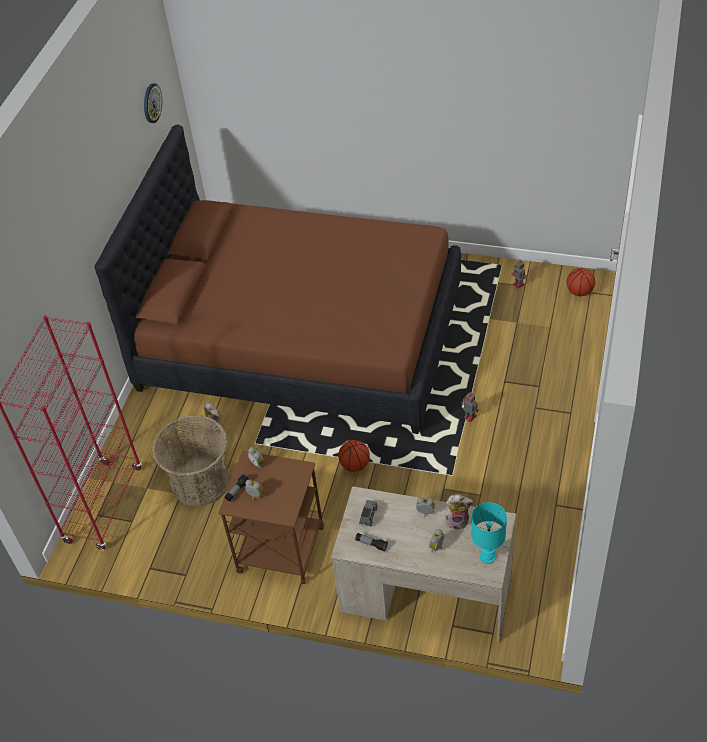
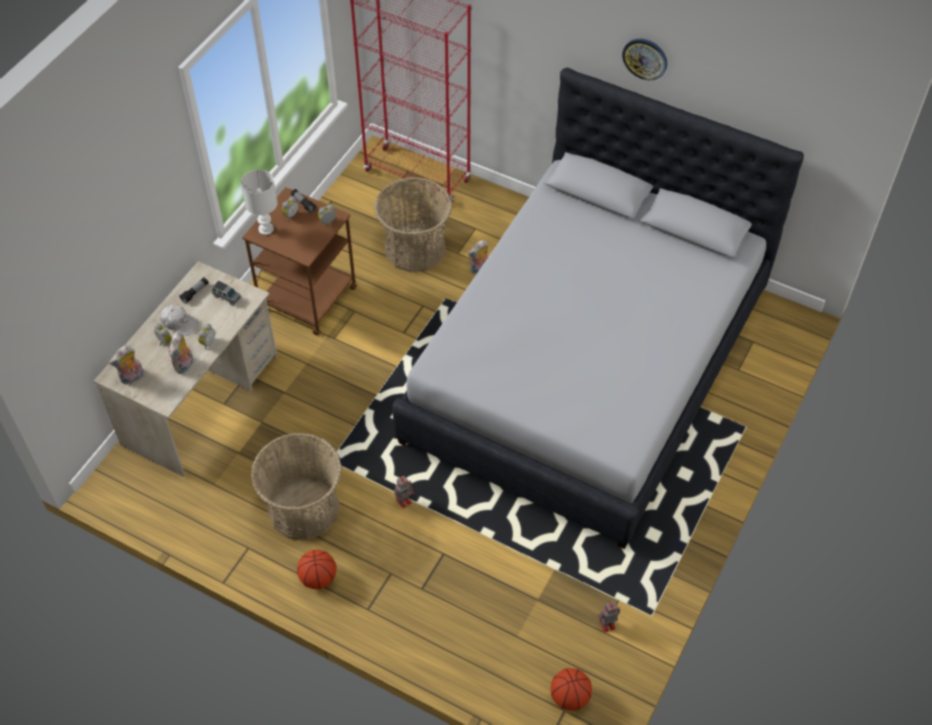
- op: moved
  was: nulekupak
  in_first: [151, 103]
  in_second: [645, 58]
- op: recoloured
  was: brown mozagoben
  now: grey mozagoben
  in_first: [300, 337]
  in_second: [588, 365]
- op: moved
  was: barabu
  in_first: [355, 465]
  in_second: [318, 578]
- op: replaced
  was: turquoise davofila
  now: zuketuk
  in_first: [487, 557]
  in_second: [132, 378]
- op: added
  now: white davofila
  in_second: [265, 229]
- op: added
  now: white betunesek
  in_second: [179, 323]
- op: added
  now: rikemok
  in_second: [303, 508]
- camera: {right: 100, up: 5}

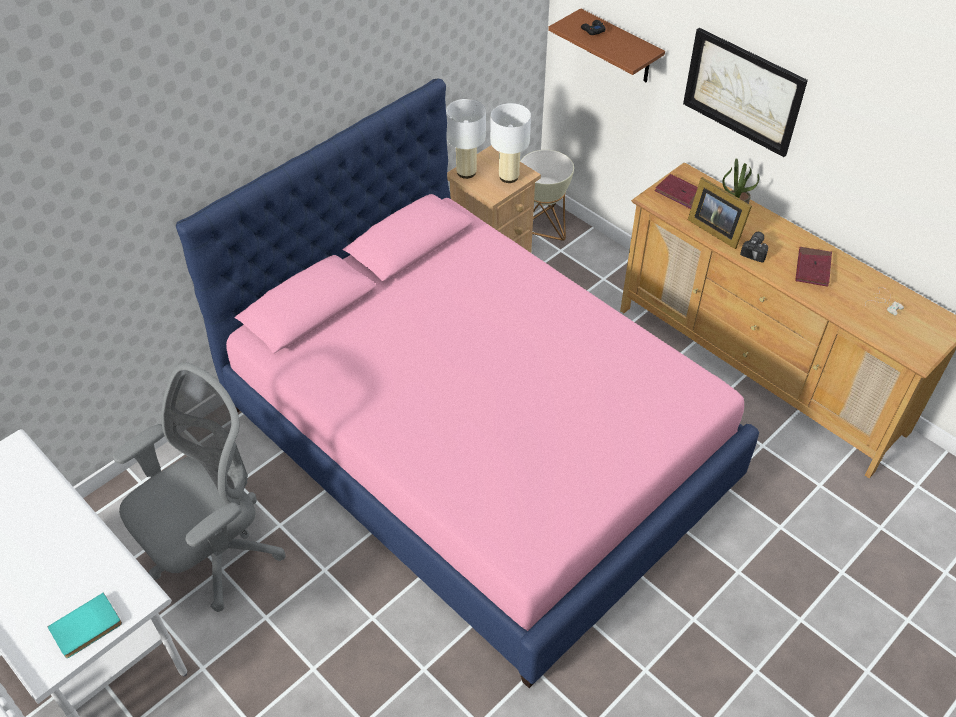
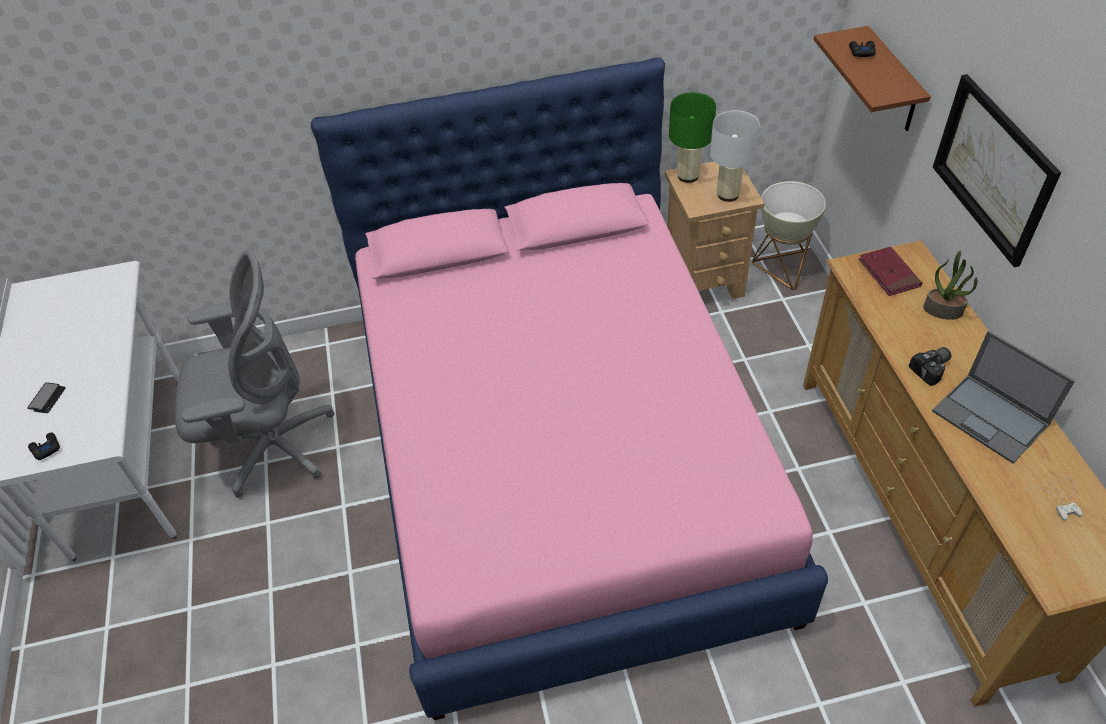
- op: recoloured
  was: white davofila
  now: green davofila
  in_first: [466, 172]
  in_second: [688, 175]
- op: removed
  was: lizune
  in_first: [714, 229]
- op: replaced
  was: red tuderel
  now: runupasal
  in_first: [812, 268]
  in_second: [991, 418]
- op: replaced
  was: turquoise tuderel
  now: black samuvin
  in_first: [87, 628]
  in_second: [46, 448]
- op: added
  now: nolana
  in_second: [47, 398]
- camera: {right: 35, up: 0}

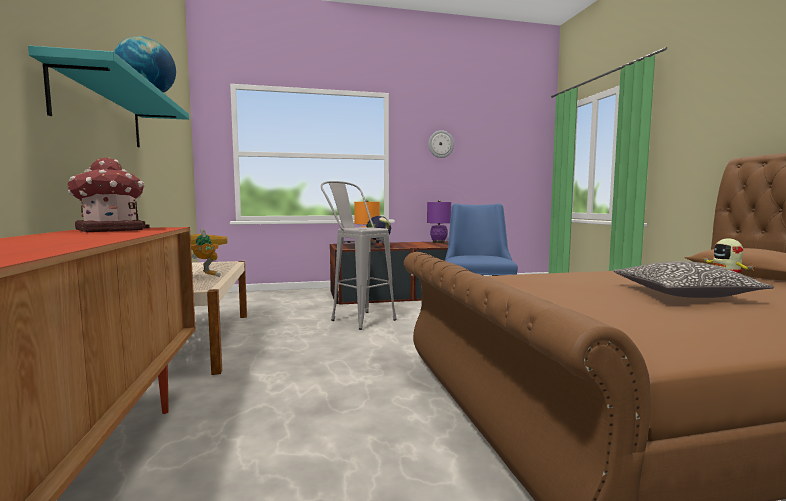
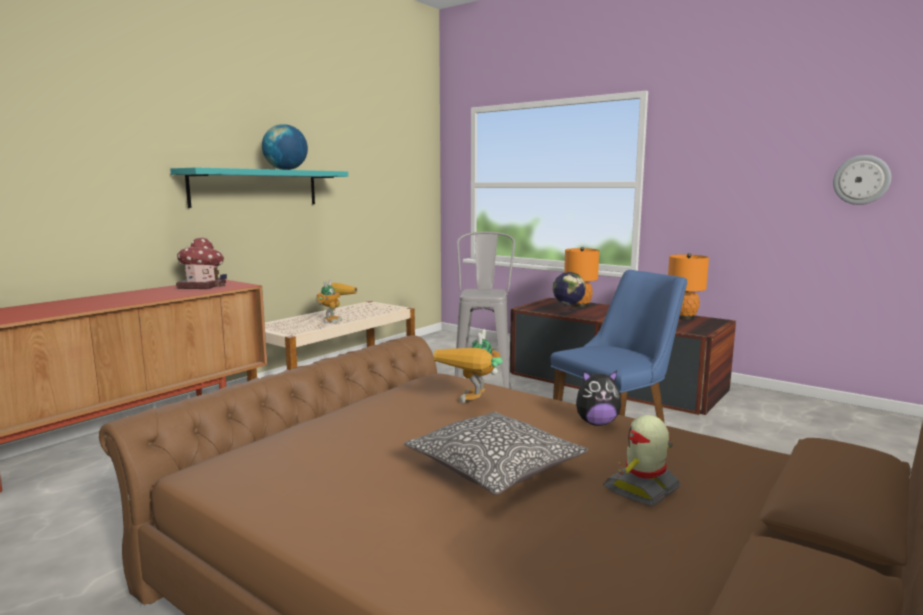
- op: moved
  was: nulekupak
  in_first: [440, 144]
  in_second: [861, 180]
- op: recoloured
  was: purple davofila
  now: orange davofila
  in_first: [438, 242]
  in_second: [684, 317]
- op: added
  now: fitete
  in_second: [474, 404]
- op: added
  now: zuketuk
  in_second: [596, 423]
- camera: {right: 50, up: 5}

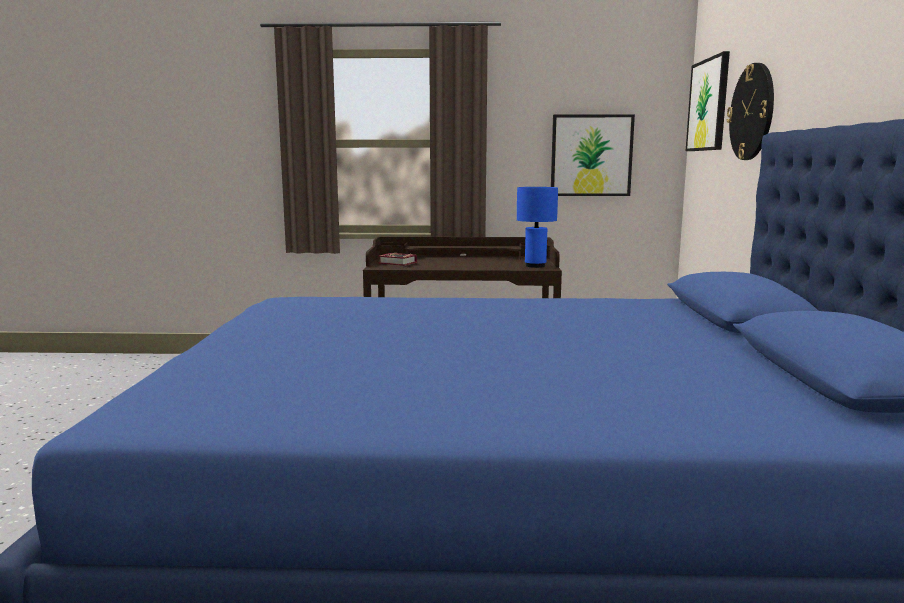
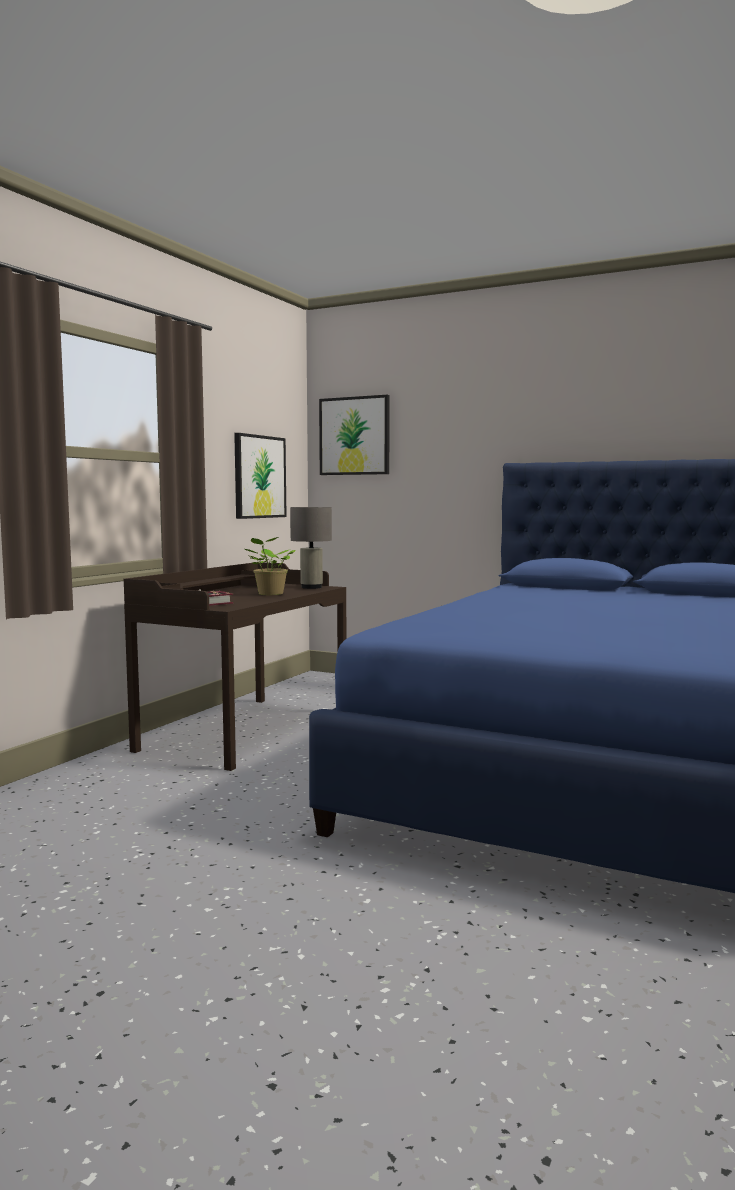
- op: removed
  was: nulekupak
  in_first: [752, 112]
- op: recoloured
  was: blue davofila
  now: grey davofila
  in_first: [534, 266]
  in_second: [311, 587]
- op: added
  now: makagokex
  in_second: [269, 594]
- camera: {right: -65, up: -5}

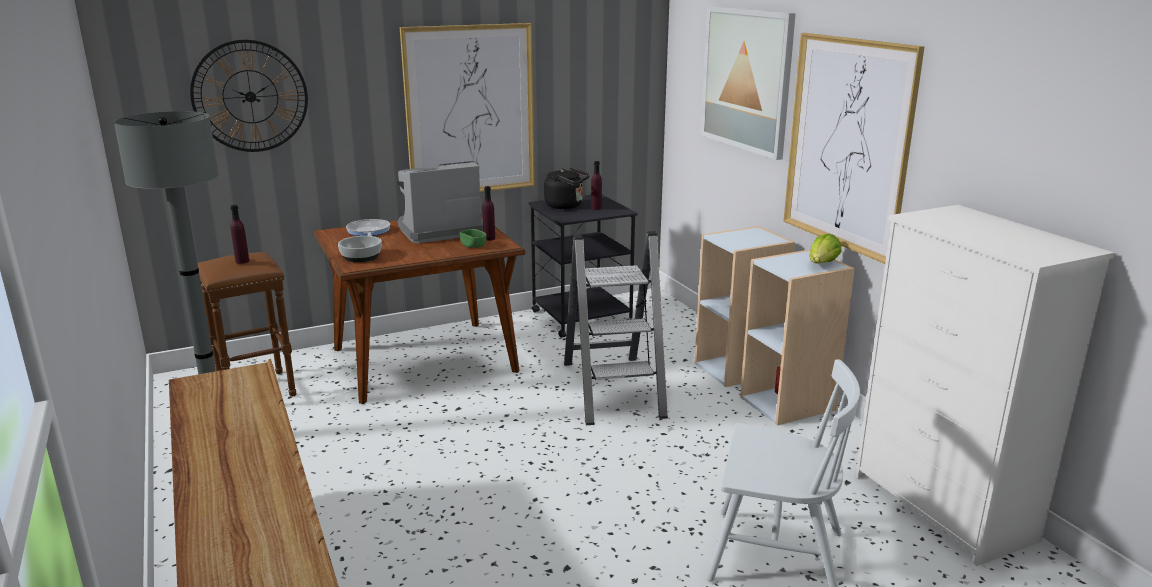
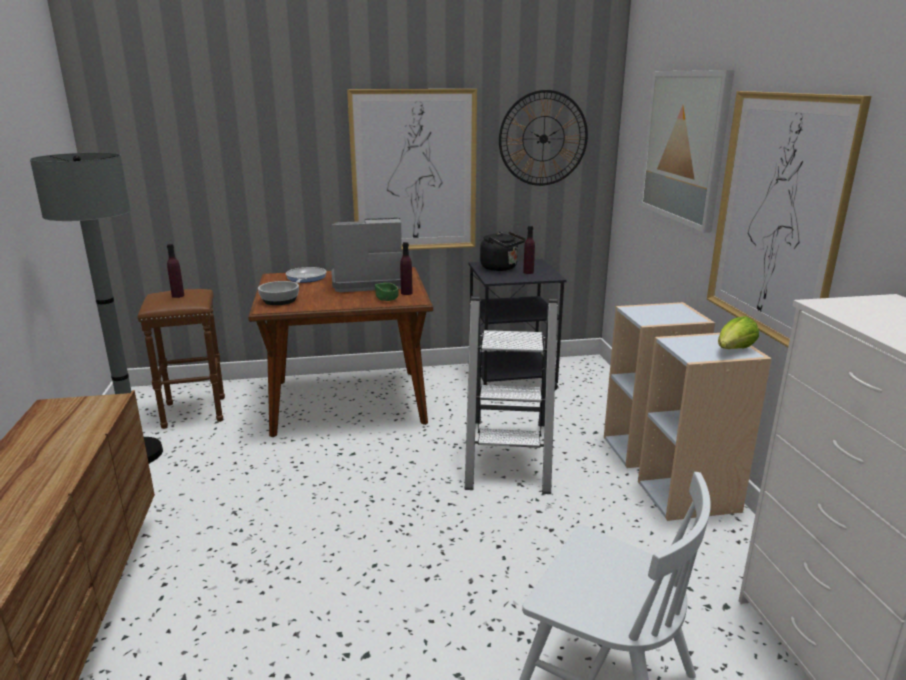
- op: moved
  was: nulekupak
  in_first: [250, 96]
  in_second: [543, 138]
- camera: {right: 15, up: 0}

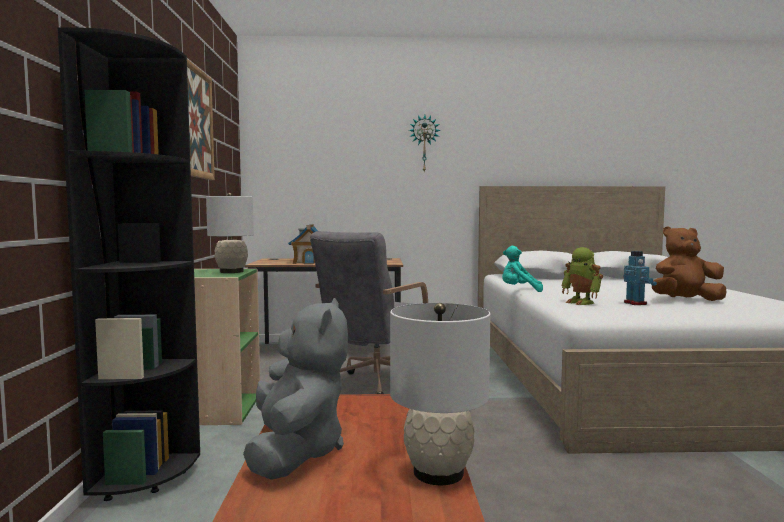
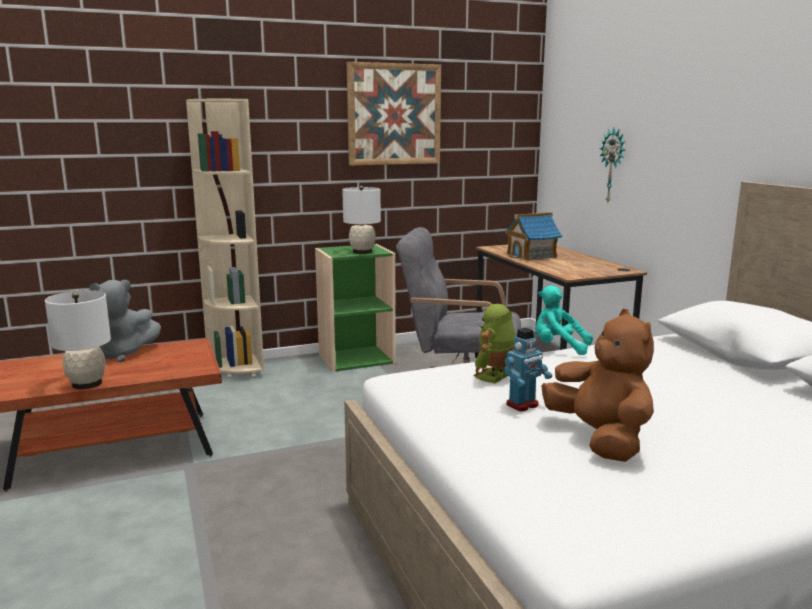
- op: recoloured
  was: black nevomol
  now: beige nevomol
  in_first: [145, 483]
  in_second: [237, 371]
- op: moved
  was: nulekupak
  in_first: [424, 143]
  in_second: [613, 166]
- op: turned
  was: turquoise zuketuk
  in_first: [519, 290]
  in_second: [558, 347]
  clockwise: -60
- camera: {right: 70, up: 10}

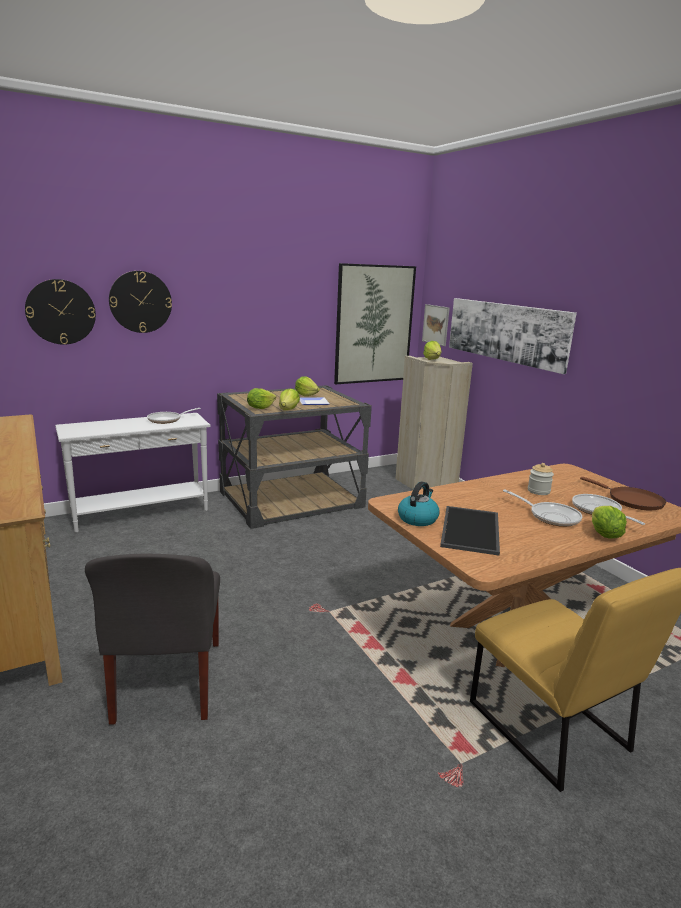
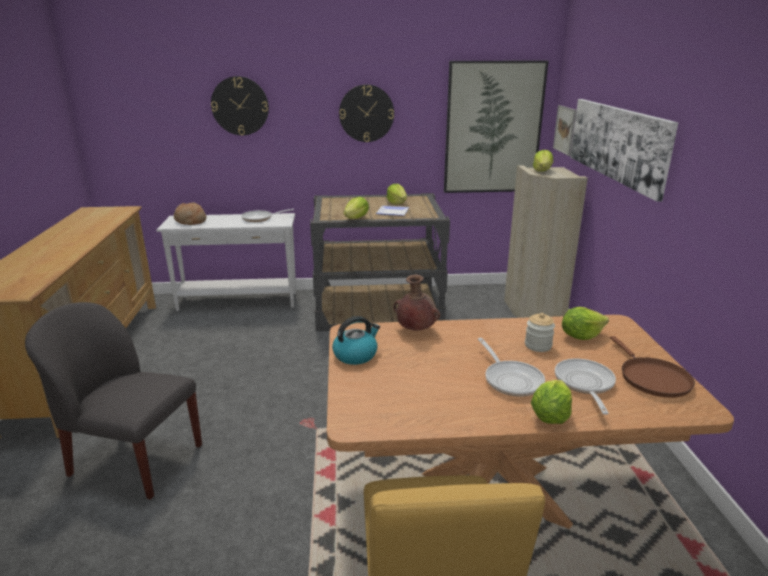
- op: moved
  was: nulekupak
  in_first: [61, 312]
  in_second: [366, 113]
- op: moved
  was: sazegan
  in_first: [260, 408]
  in_second: [581, 336]
- op: removed
  was: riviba
  in_first: [472, 530]
- op: turned
  was: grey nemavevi
  in_first: [167, 683]
  in_second: [134, 460]
  clockwise: 90
- op: added
  now: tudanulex
  in_second: [190, 221]
- op: added
  now: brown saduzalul
  in_second: [415, 330]
- camera: {right: 25, up: 5}

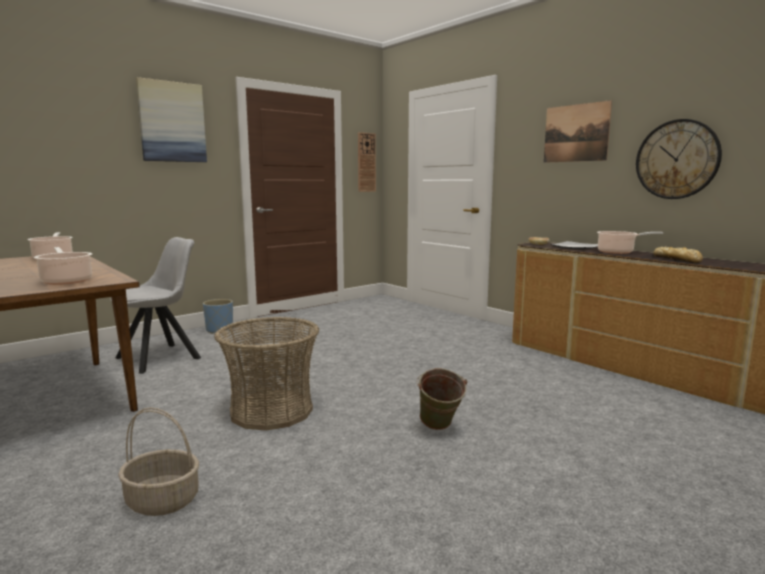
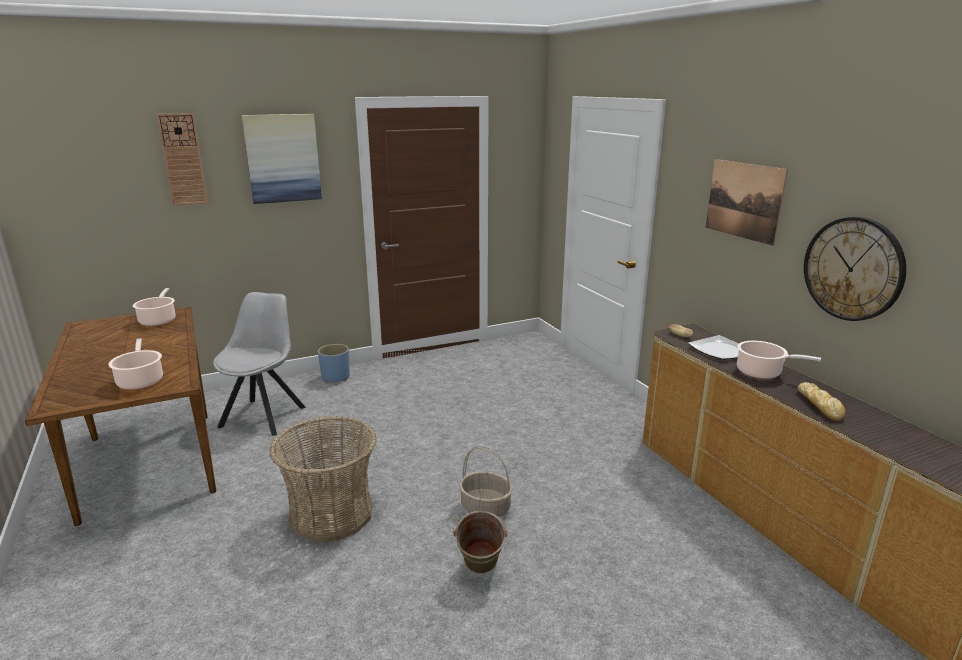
- op: moved
  was: nulekupak
  in_first: [366, 162]
  in_second: [183, 159]
- op: turned
  was: grey nemavevi
  in_first: [160, 357]
  in_second: [264, 415]
  clockwise: -45
- op: moved
  was: rikemok
  in_first: [163, 500]
  in_second: [486, 507]
- camera: {right: 15, up: 10}

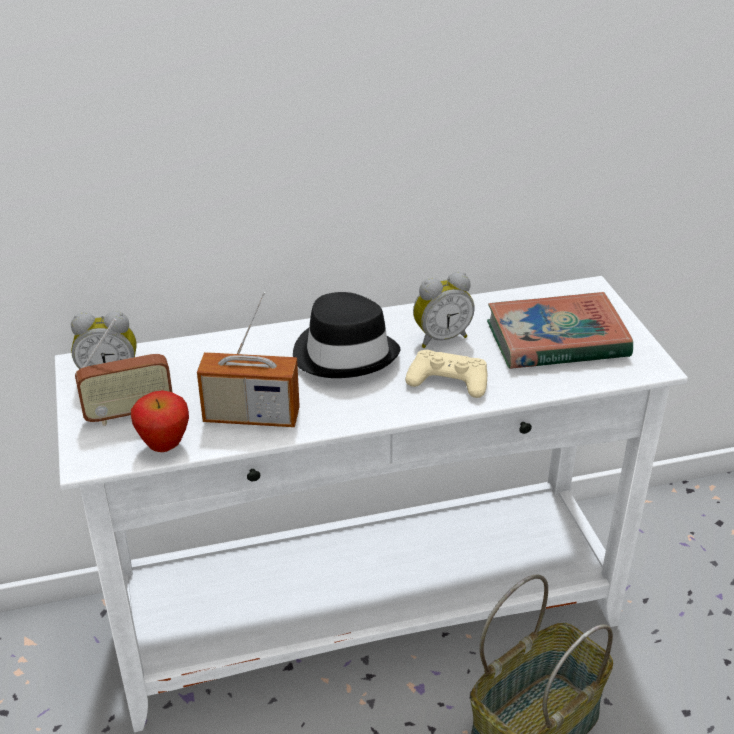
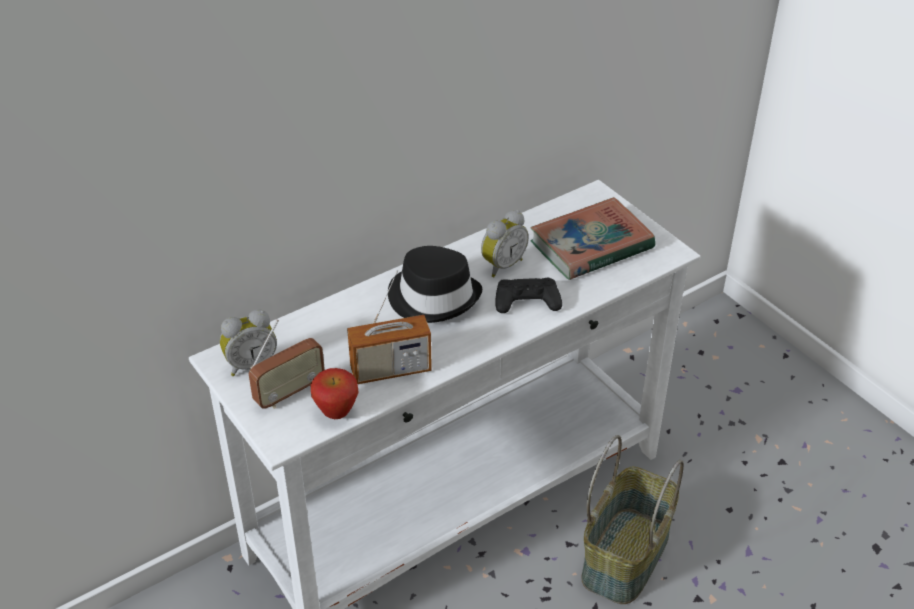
- op: recoloured
  was: beige samuvin
  now: black samuvin
  in_first: [448, 380]
  in_second: [527, 301]
- camera: {right: -20, up: 5}

